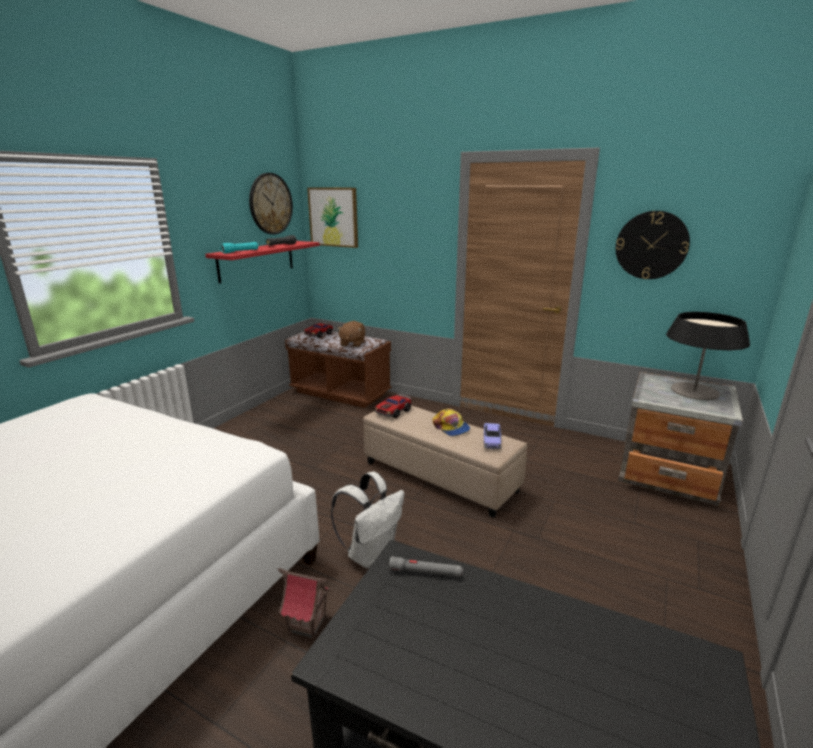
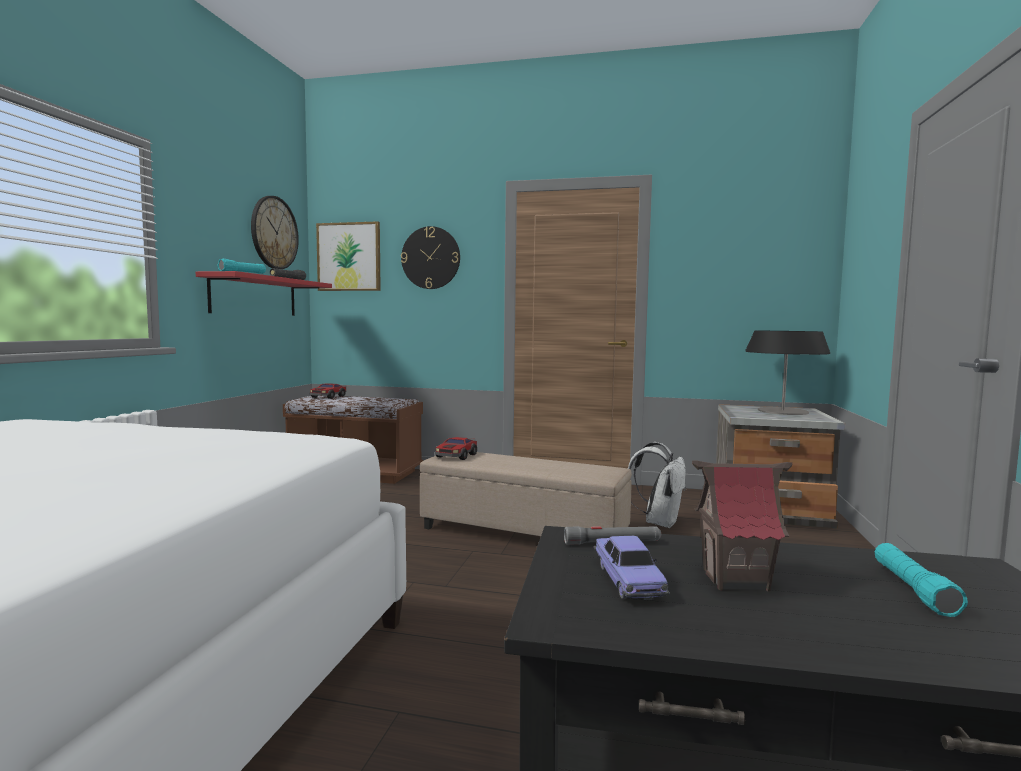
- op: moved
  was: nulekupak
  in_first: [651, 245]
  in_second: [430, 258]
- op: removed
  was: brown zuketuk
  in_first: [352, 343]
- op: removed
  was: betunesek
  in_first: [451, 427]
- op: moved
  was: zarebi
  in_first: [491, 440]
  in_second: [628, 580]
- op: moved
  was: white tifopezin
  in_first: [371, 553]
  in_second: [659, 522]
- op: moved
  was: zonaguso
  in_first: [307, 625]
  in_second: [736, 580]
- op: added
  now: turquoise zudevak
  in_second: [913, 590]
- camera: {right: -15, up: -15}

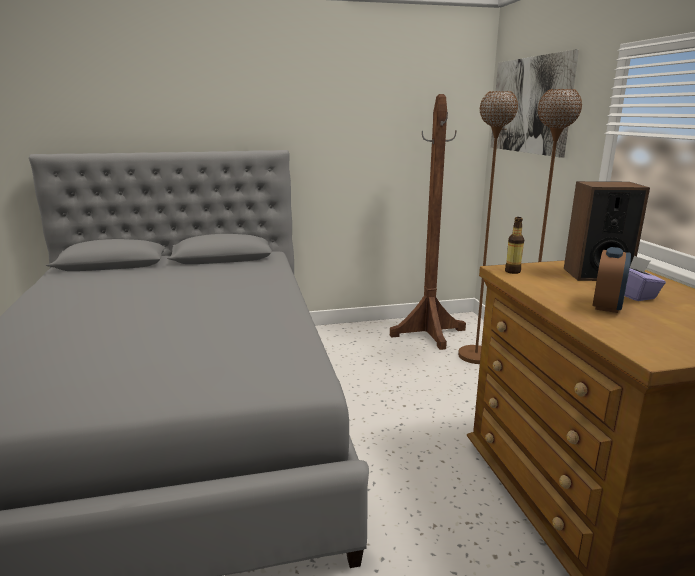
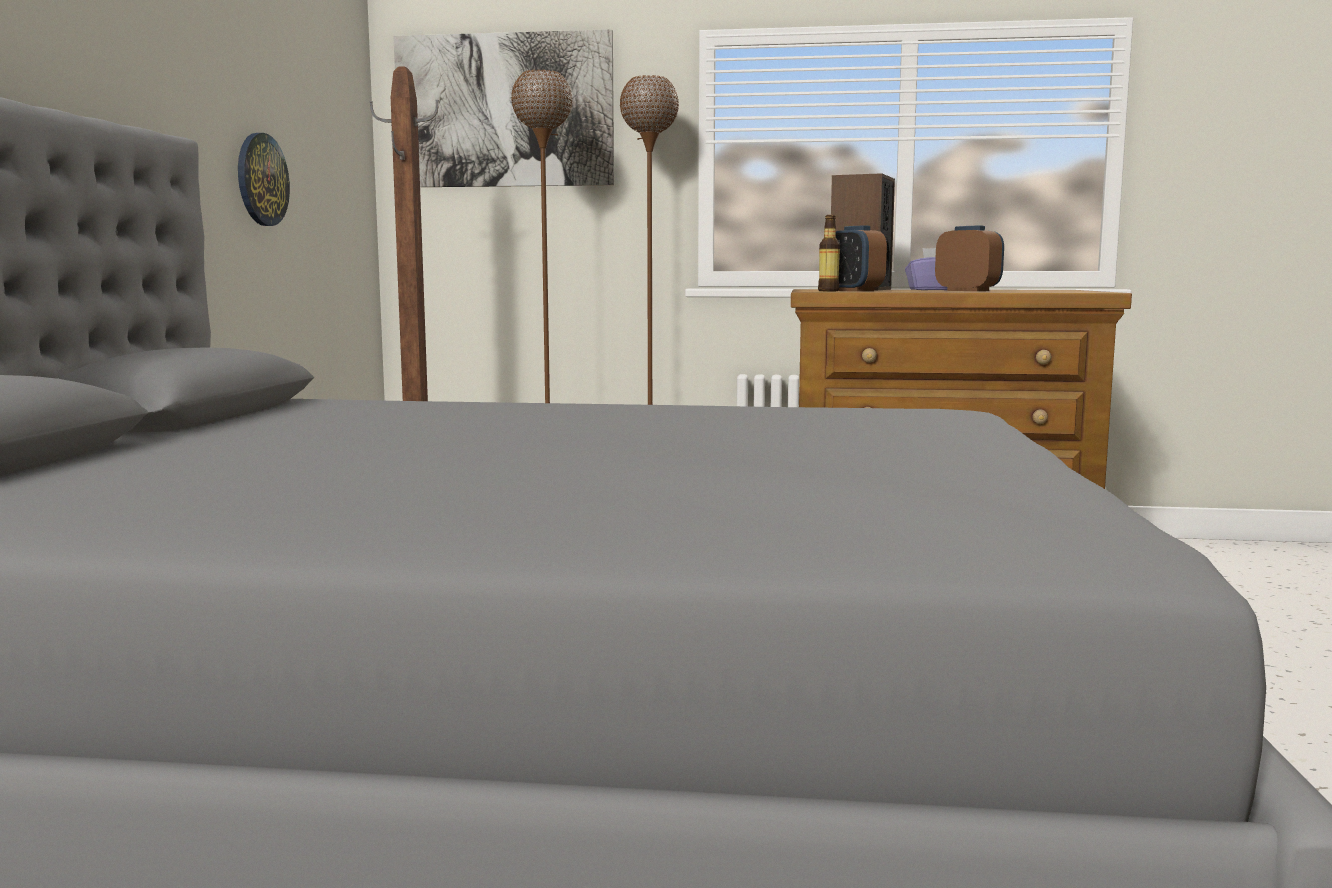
- op: added
  now: nulekupak
  in_second: [261, 179]
- op: added
  now: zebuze
  in_second: [853, 291]
- camera: {right: -70, up: -10}

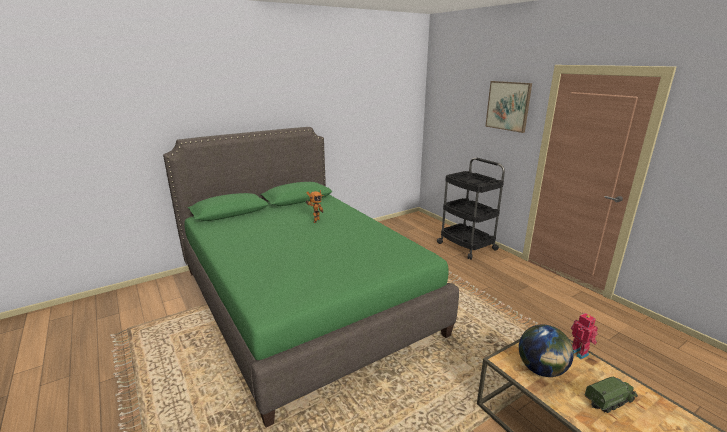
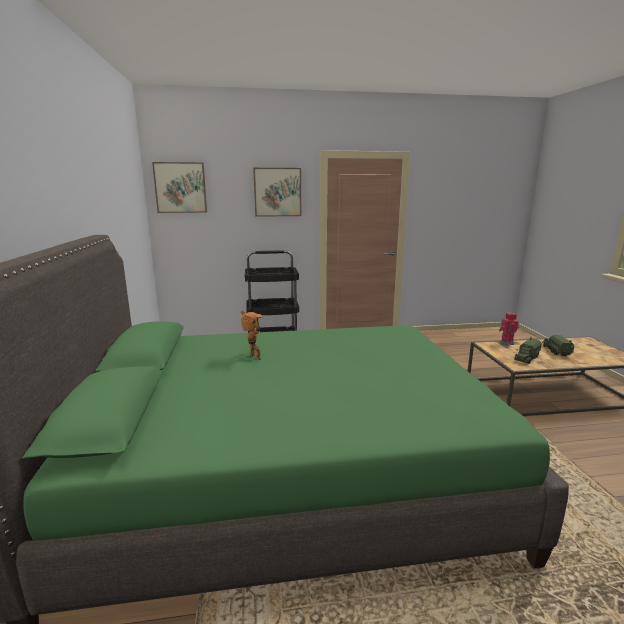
- op: replaced
  was: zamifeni
  now: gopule
  in_first: [541, 369]
  in_second: [526, 358]
- op: added
  now: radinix
  in_second: [180, 187]
- camera: {right: -65, up: -5}

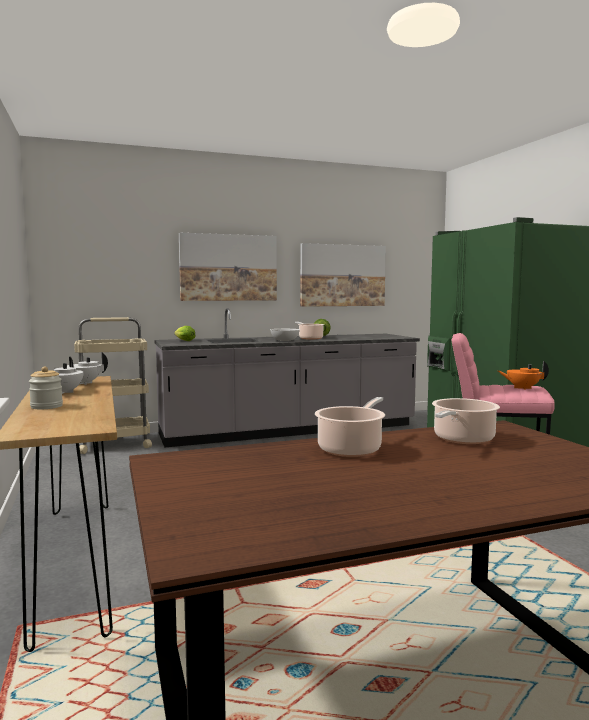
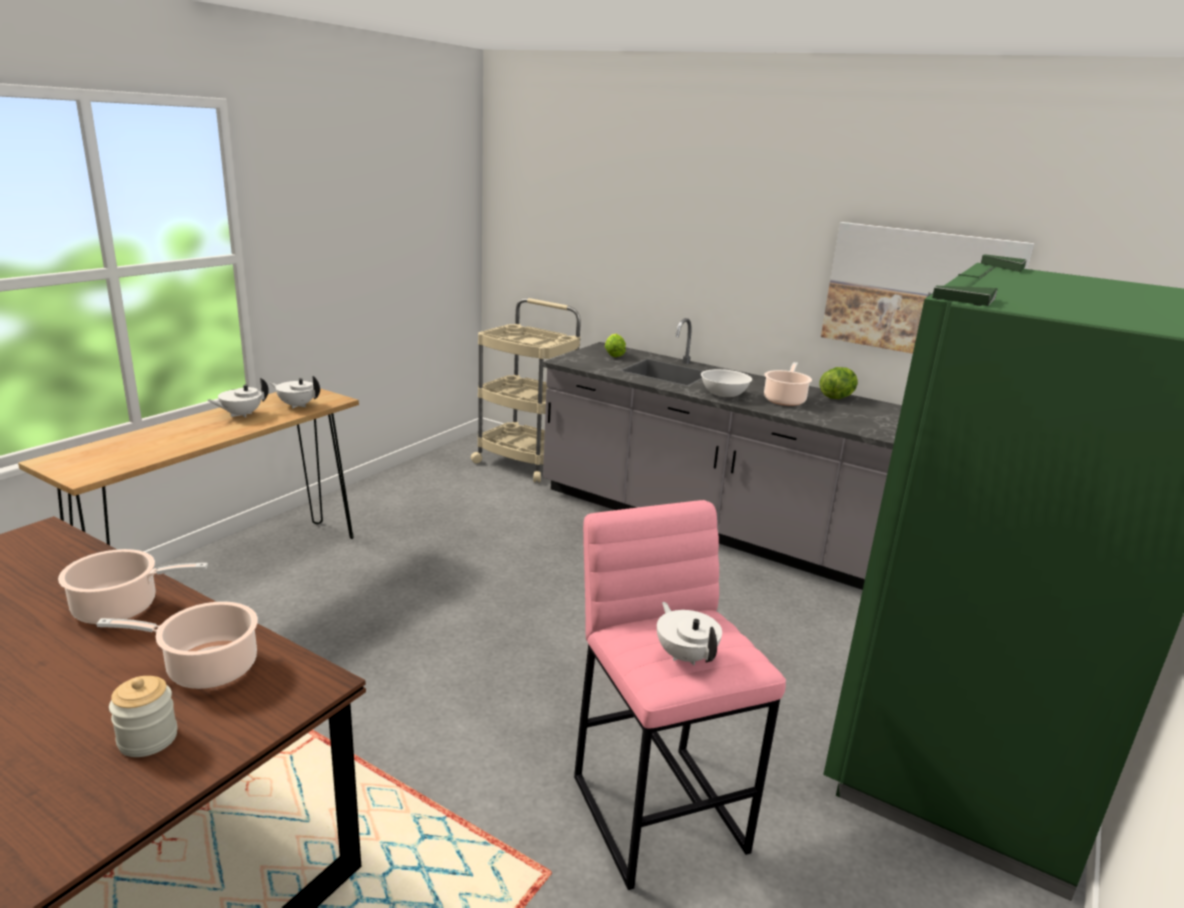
- op: removed
  was: radinix
  in_first: [228, 267]
- op: recoloured
  was: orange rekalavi
  now: white rekalavi
  in_first: [522, 388]
  in_second: [685, 655]
- op: moved
  was: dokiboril
  in_first: [46, 406]
  in_second: [148, 739]
- camera: {right: 50, up: 15}

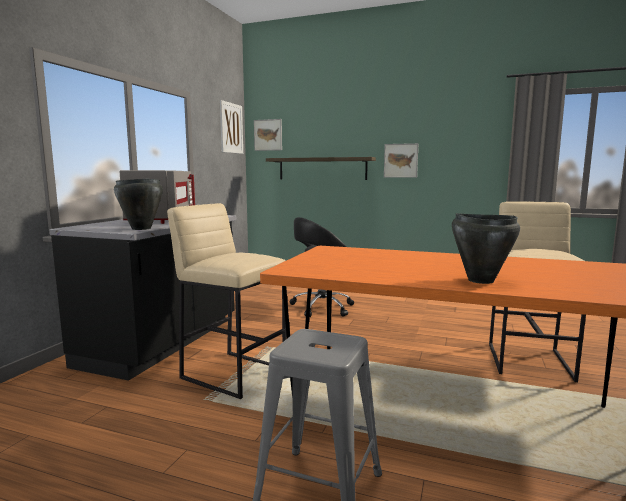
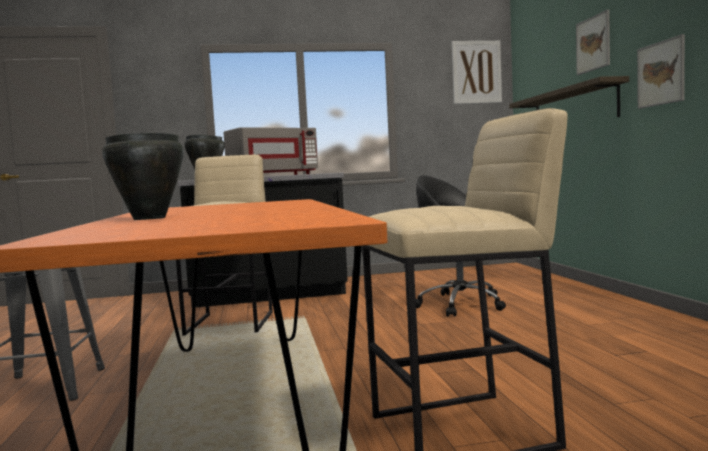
- op: moved
  was: radinix
  in_first: [268, 135]
  in_second: [593, 43]
- camera: {right: 60, up: -5}

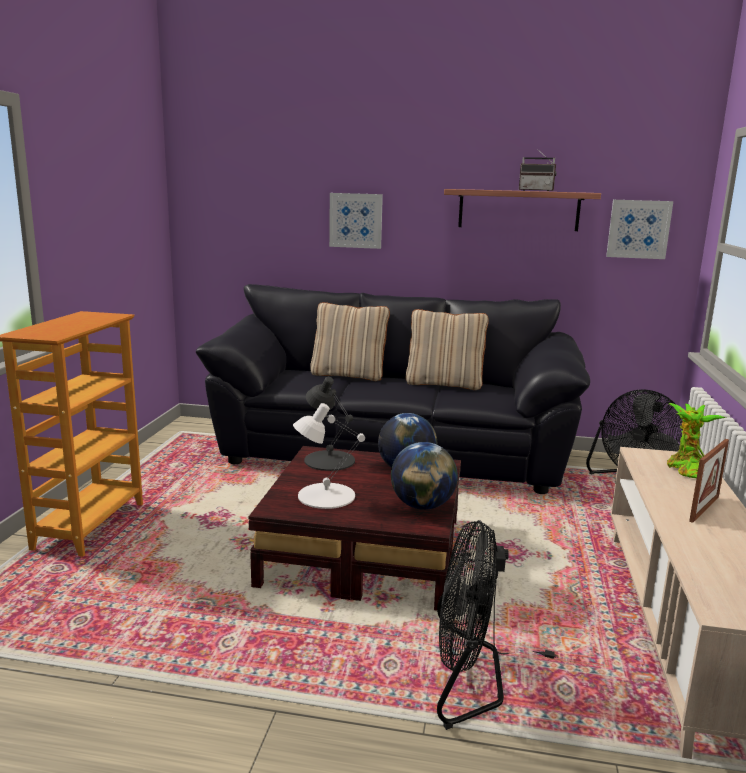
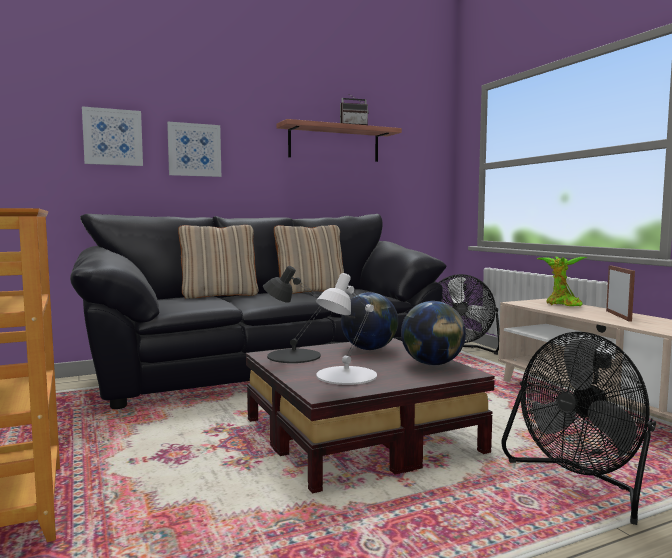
- op: moved
  was: radinix
  in_first: [638, 229]
  in_second: [113, 137]
- camera: {right: -35, up: -10}

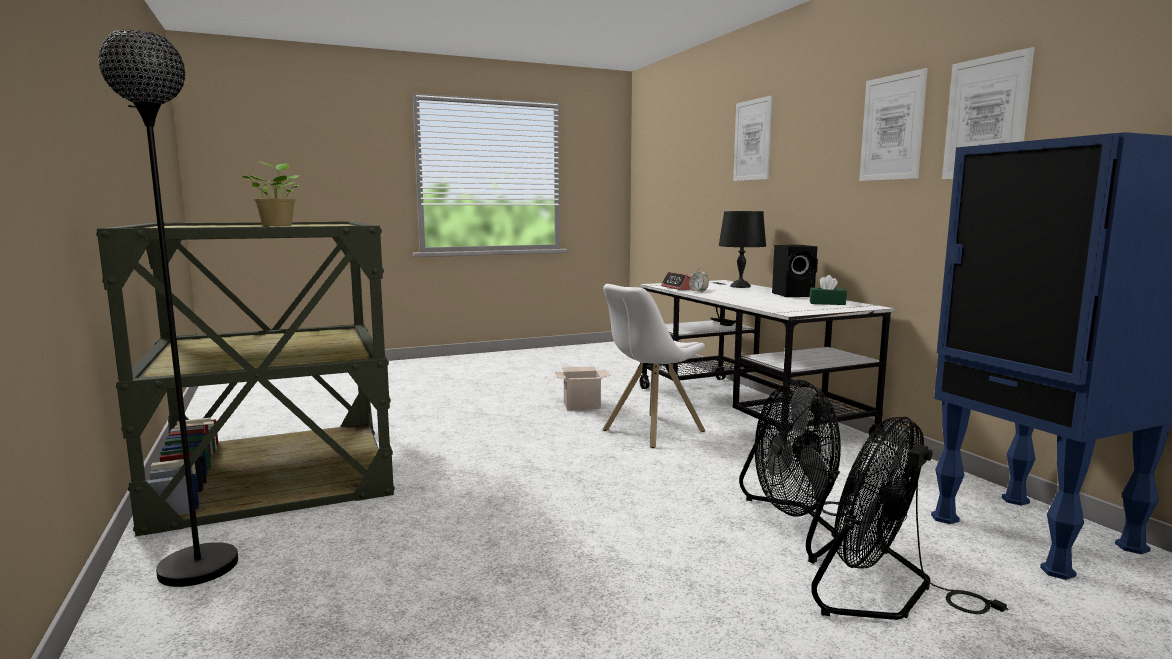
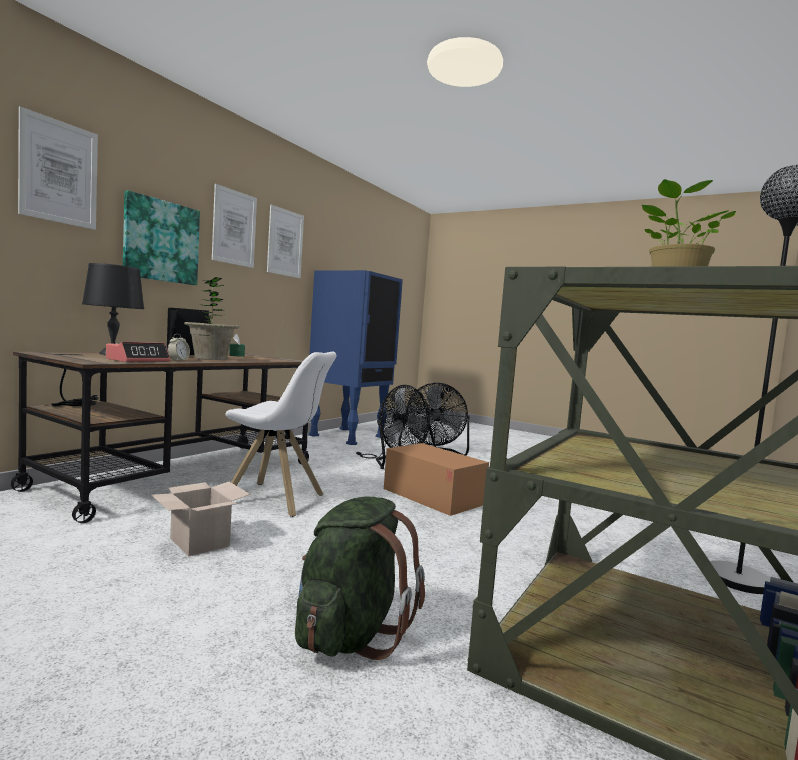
- op: recoloured
  was: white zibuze
  now: brown zibuze
  in_first: [745, 411]
  in_second: [182, 475]
- op: added
  now: radinix
  in_second: [161, 241]
- op: added
  now: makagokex
  in_second: [210, 358]
- op: added
  now: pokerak
  in_second: [433, 496]
- op: added
  now: green tifopezin
  in_second: [350, 633]
- camera: {right: -125, up: -5}

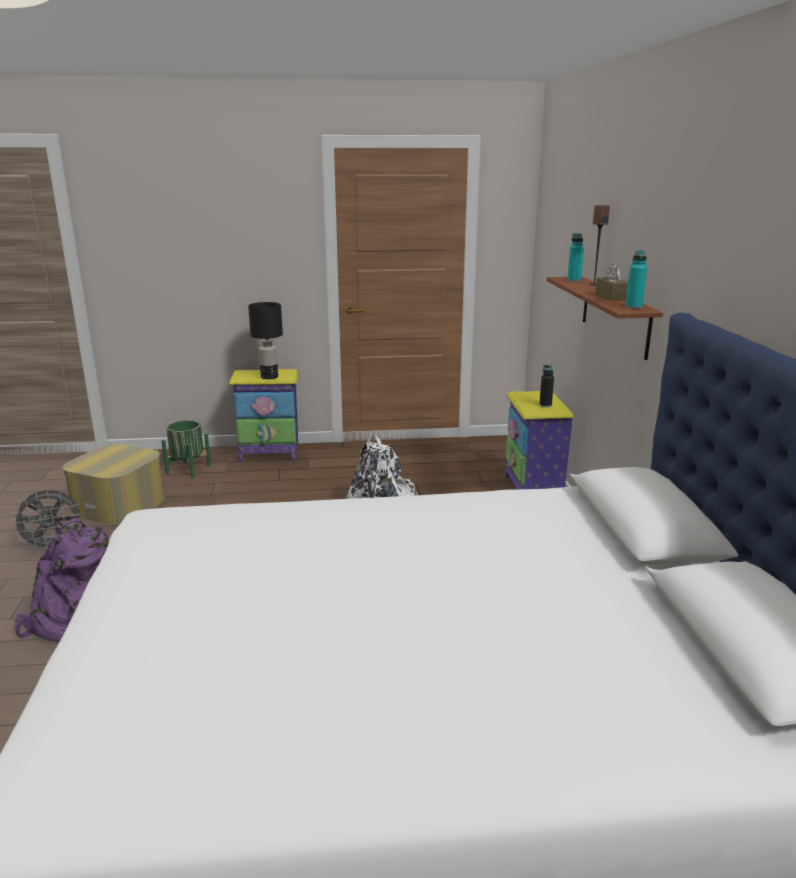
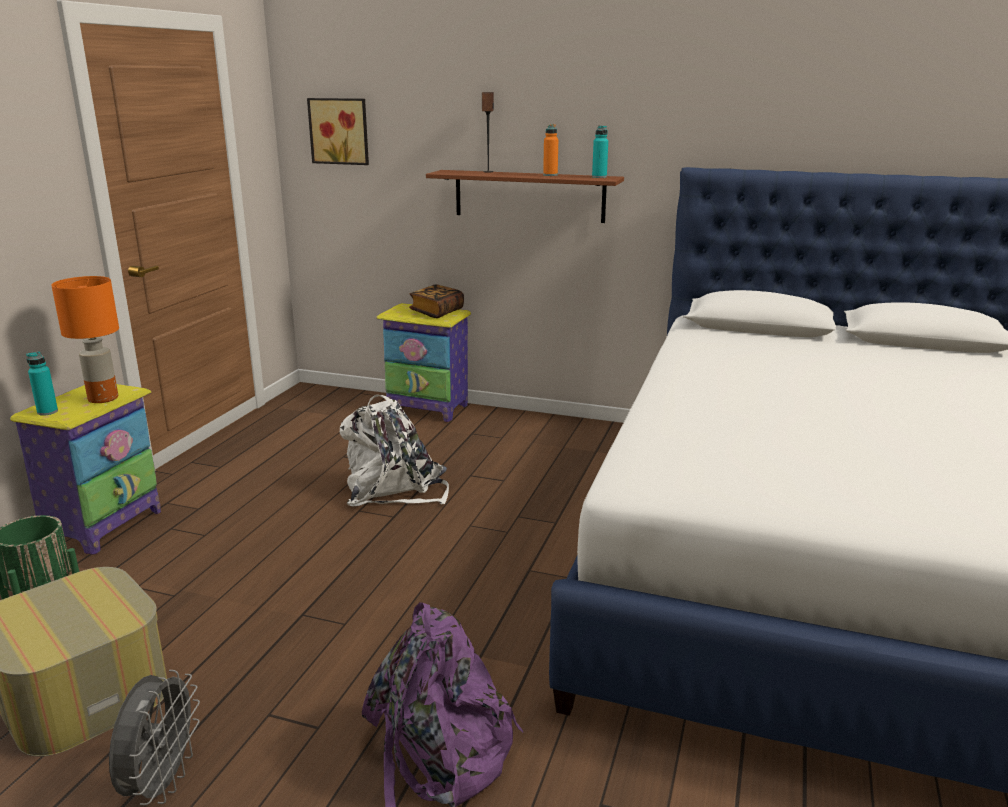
- op: moved
  was: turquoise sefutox
  in_first: [574, 280]
  in_second: [47, 412]
- op: replaced
  was: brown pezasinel
  now: orange sefutox
  in_first: [611, 296]
  in_second: [550, 175]
- op: recoloured
  was: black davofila
  now: orange davofila
  in_first: [269, 377]
  in_second: [102, 399]
- op: replaced
  was: black sefutox
  now: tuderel
  in_first: [545, 405]
  in_second: [437, 312]
- op: added
  now: radinix
  in_second: [340, 131]
- camera: {right: -65, up: 0}

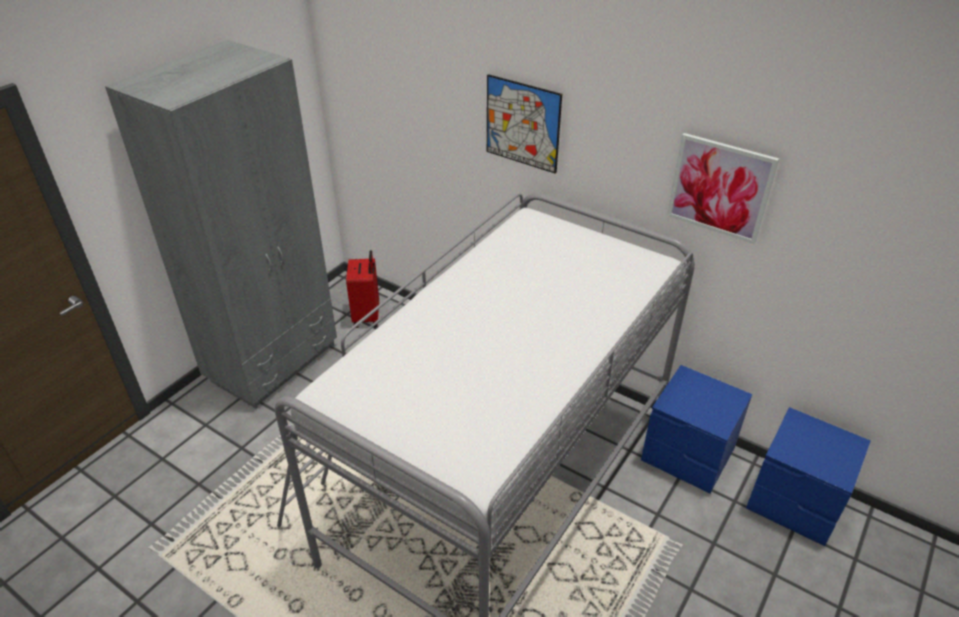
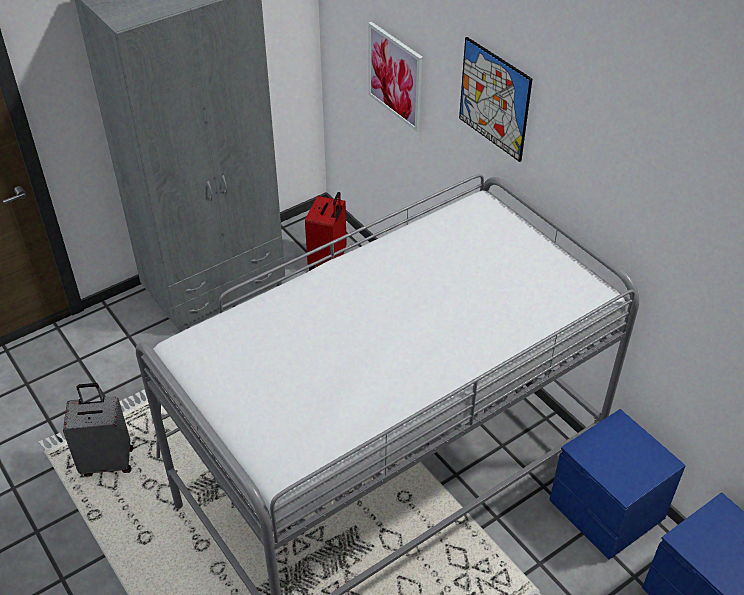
- op: moved
  was: radinix
  in_first: [720, 188]
  in_second: [395, 76]
- op: added
  now: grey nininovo
  in_second: [107, 461]
- camera: {right: 20, up: 5}

